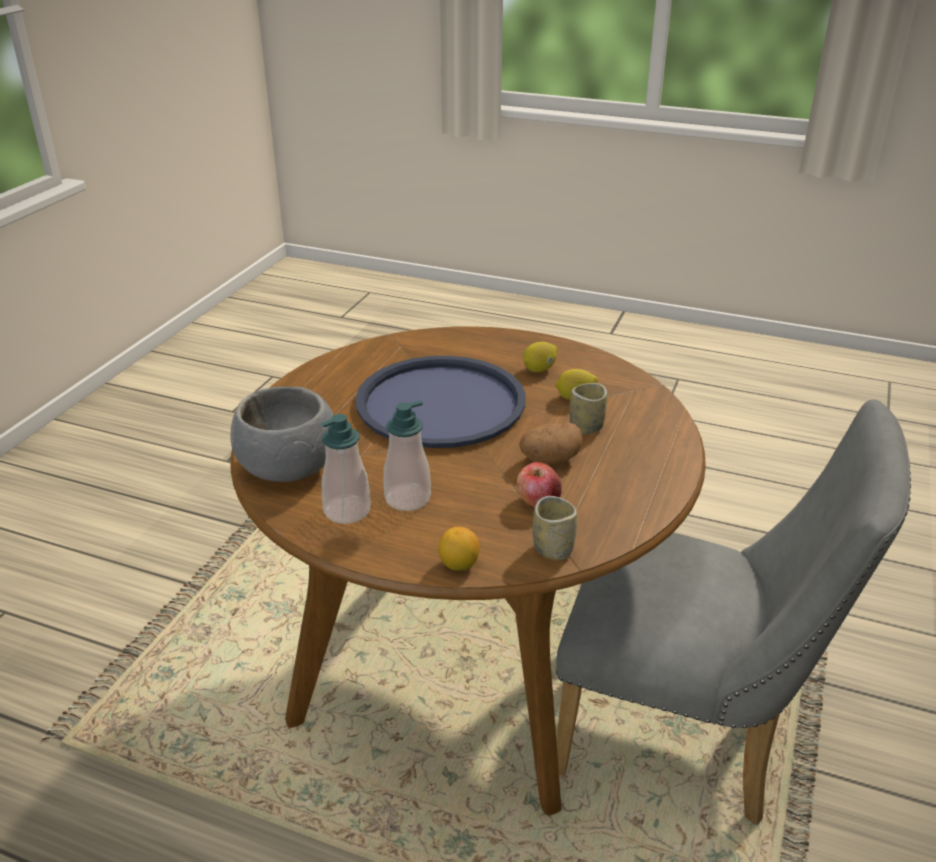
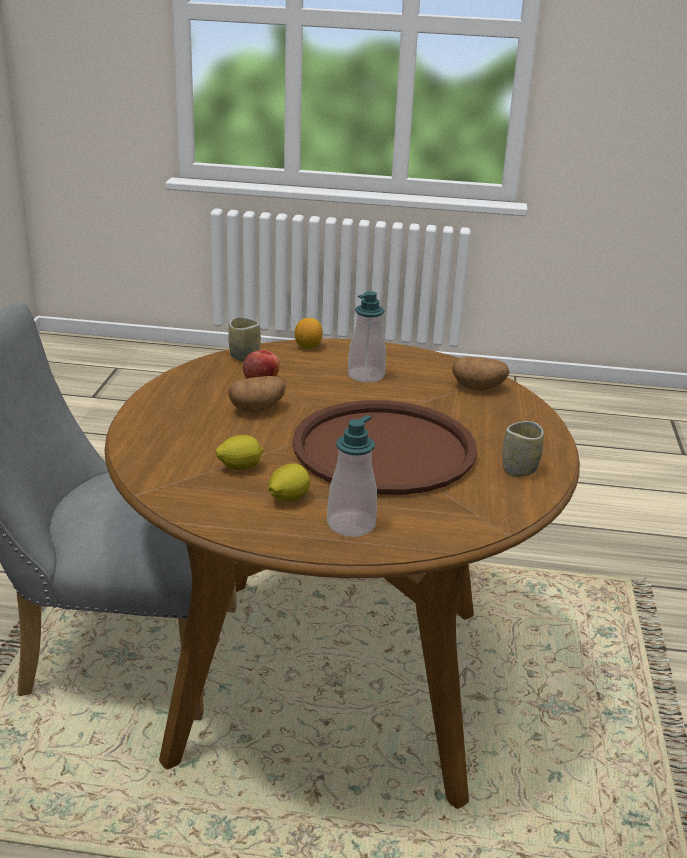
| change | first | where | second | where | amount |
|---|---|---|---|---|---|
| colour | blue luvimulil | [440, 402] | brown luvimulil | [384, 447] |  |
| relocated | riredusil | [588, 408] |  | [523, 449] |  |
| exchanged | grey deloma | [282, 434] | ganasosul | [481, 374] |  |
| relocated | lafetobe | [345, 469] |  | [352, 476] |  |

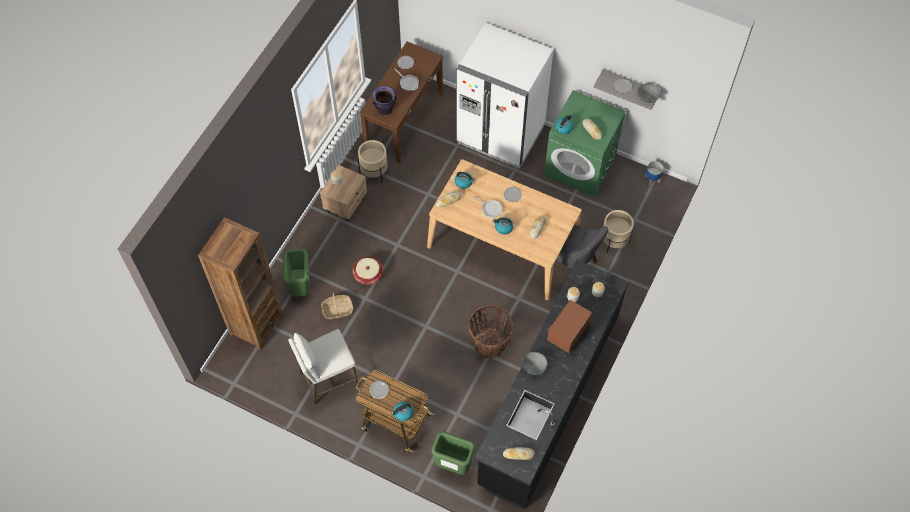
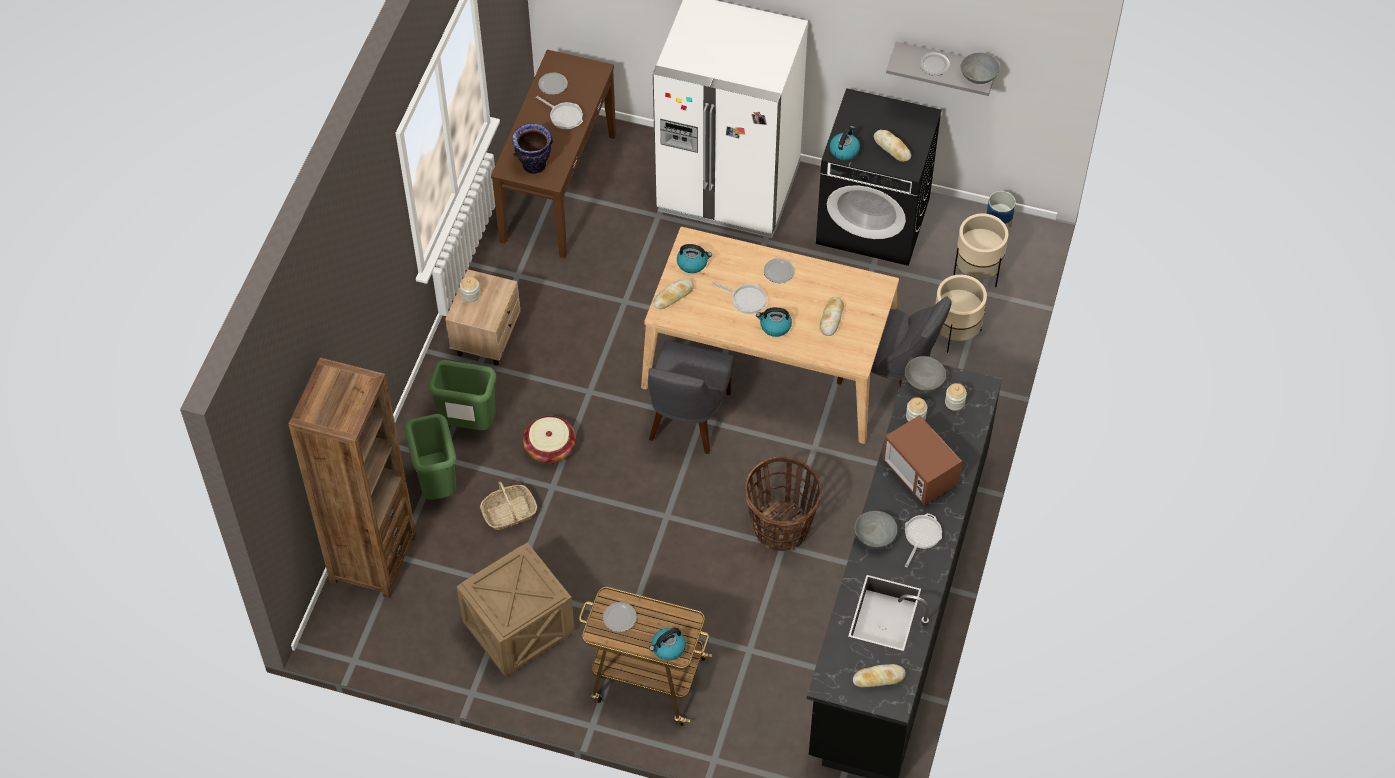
| change | first | where | second | where | amount |
|---|---|---|---|---|---|
| colour | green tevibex | [585, 143] | black tevibex | [879, 177] |  |
| relocated | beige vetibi | [373, 161] |  | [980, 250] |  |
| spun | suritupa | [569, 326] |  | [922, 460] | 60 degrees counterclockwise |
| exchanged | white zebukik | [323, 367] | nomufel | [515, 609] |  |
| relocated | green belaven | [453, 453] |  | [462, 395] |  |
| appeared |  |  | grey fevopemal | [691, 397] |  |
| appeared |  |  | grey deloma | [925, 373] |  |
| appeared |  |  | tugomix | [923, 540] |  |

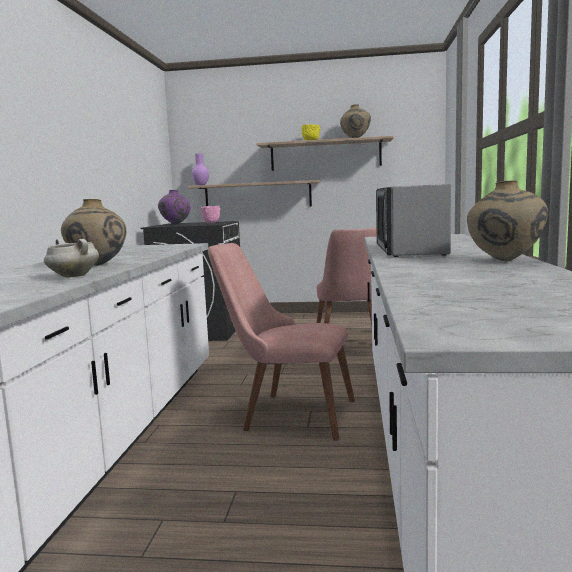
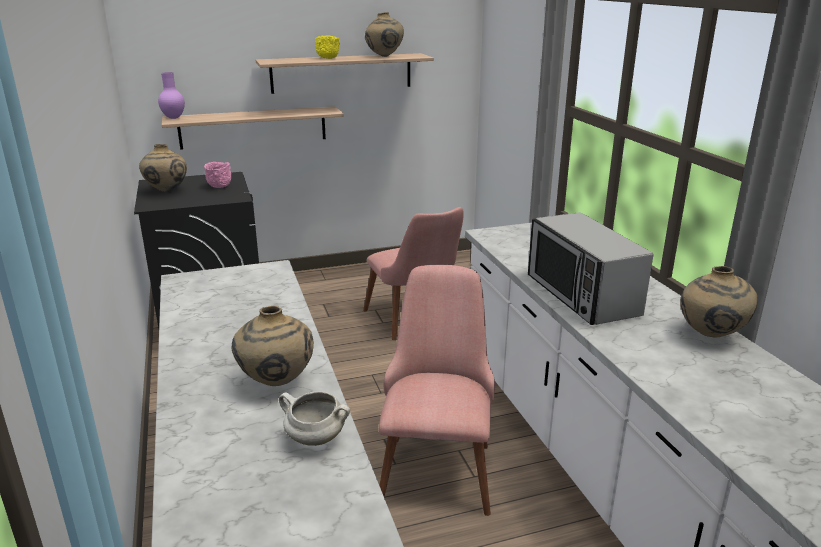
| change | first | where | second | where | amount |
|---|---|---|---|---|---|
| colour | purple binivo | [174, 207] | beige binivo | [163, 168] |  |
| spun | pink fevopemal | [281, 342] |  | [437, 390] | 105 degrees clockwise |

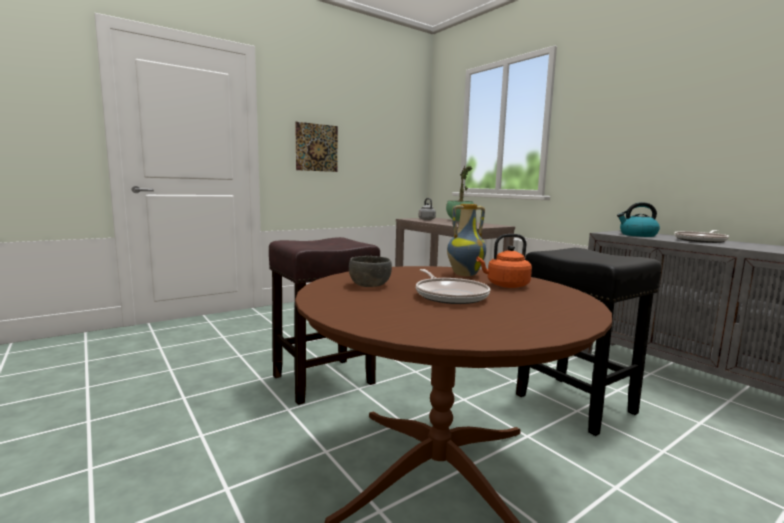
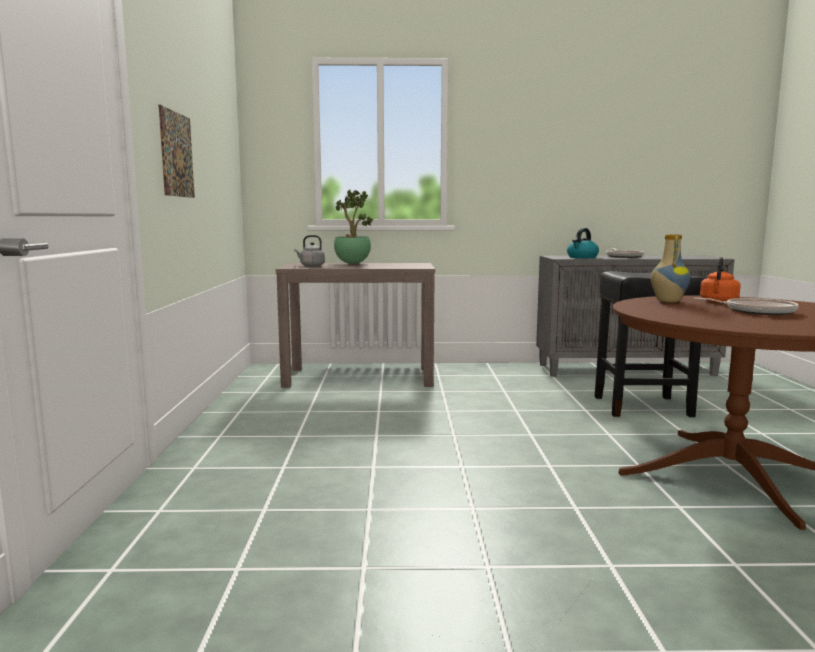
| change | first | where | second | where | amount |
|---|---|---|---|---|---|
| missing | brown zebukik | [324, 321] |  |  |  |
| missing | grey deloma | [370, 271] |  |  |  |

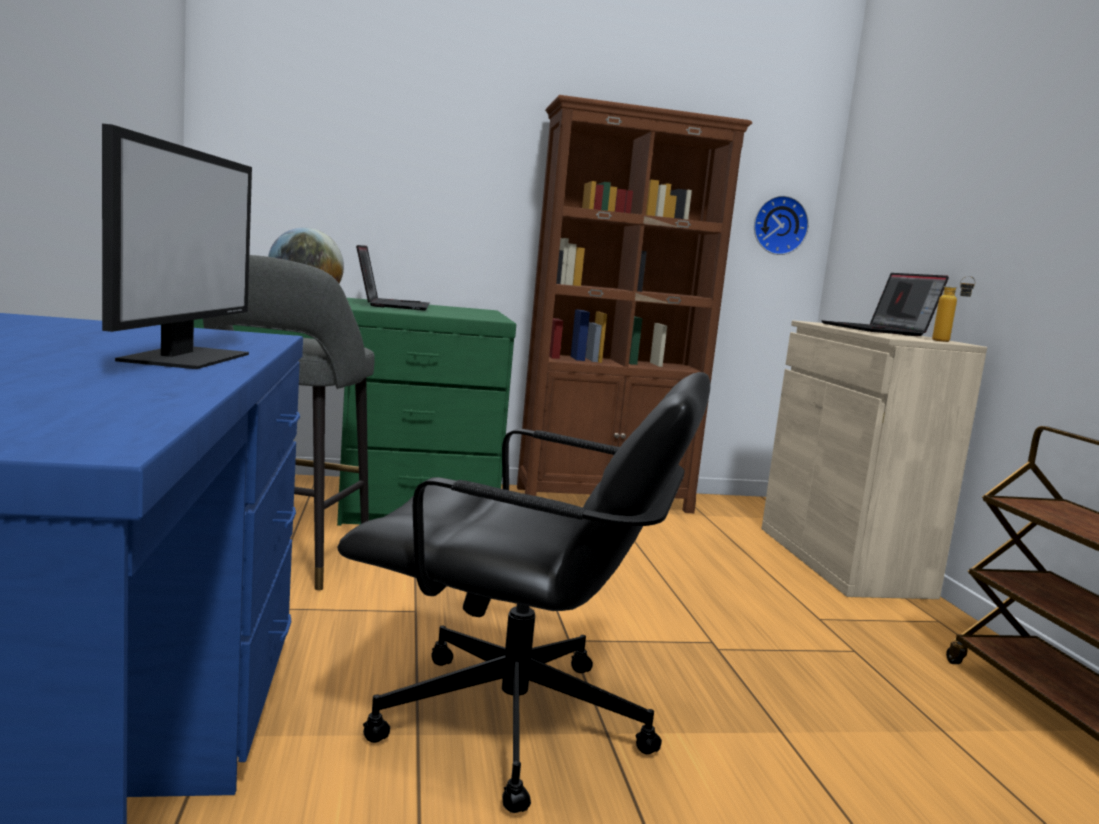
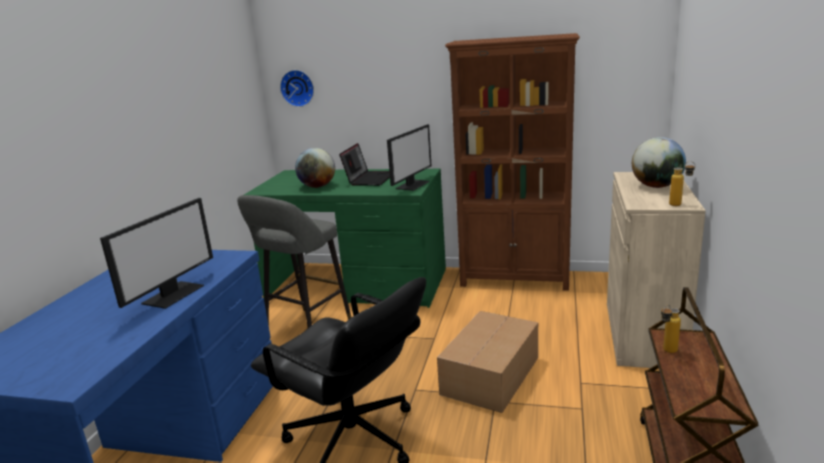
| change | first | where | second | where | amount |
|---|---|---|---|---|---|
| relocated | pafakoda | [781, 225] |  | [297, 88] |  |
| exchanged | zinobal | [885, 304] | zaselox | [659, 162] |  |
| appeared |  |  | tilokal | [409, 157] |  |
| appeared |  |  | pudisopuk | [671, 329] |  |
| appeared |  |  | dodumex | [487, 362] |  |

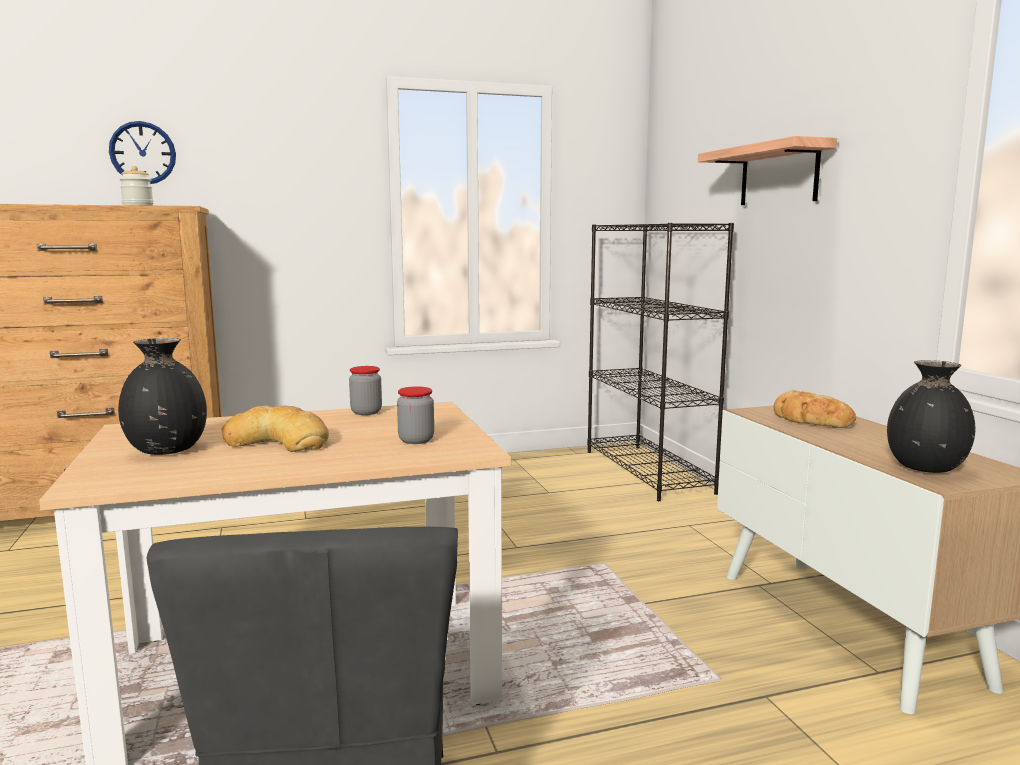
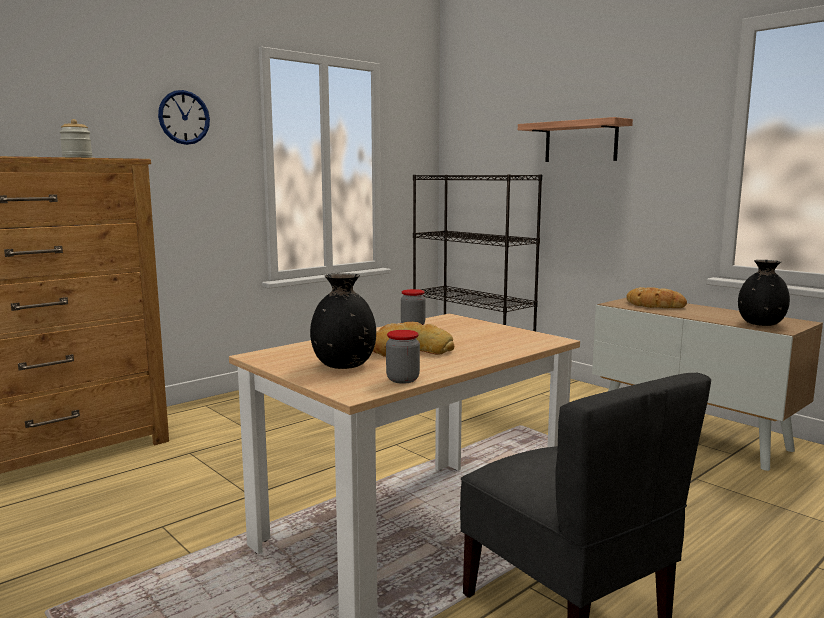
| change | first | where | second | where | amount |
|---|---|---|---|---|---|
| relocated | pafakoda | [142, 152] |  | [184, 117] |  |
| relocated | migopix | [415, 415] |  | [403, 357] |  |

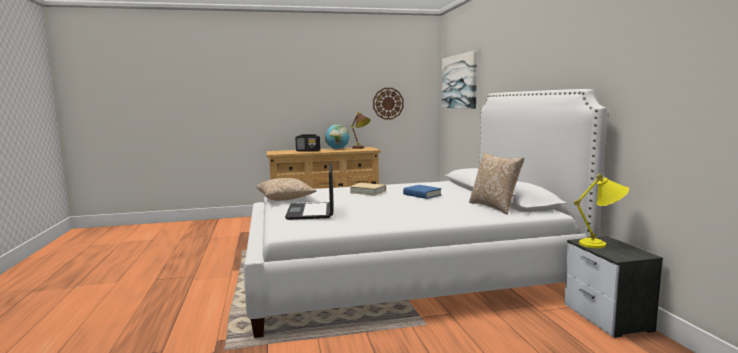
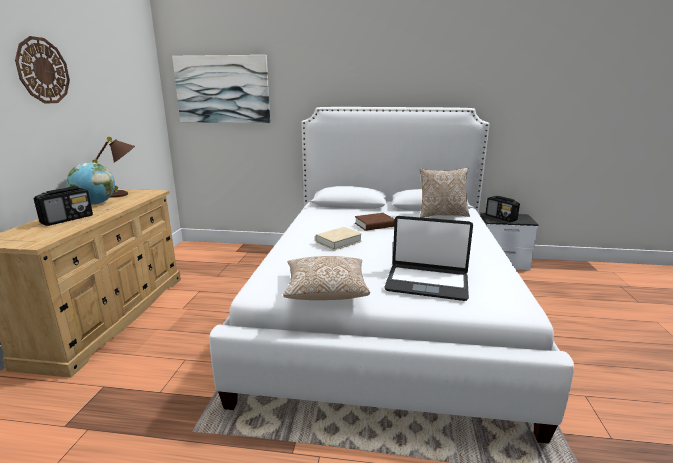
| change | first | where | second | where | amount |
|---|---|---|---|---|---|
| relocated | pafakoda | [388, 104] |  | [42, 70] |  |
| exchanged | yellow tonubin | [601, 211] | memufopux | [502, 209] |  |
| colour | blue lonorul | [422, 192] | brown lonorul | [375, 222] |  |

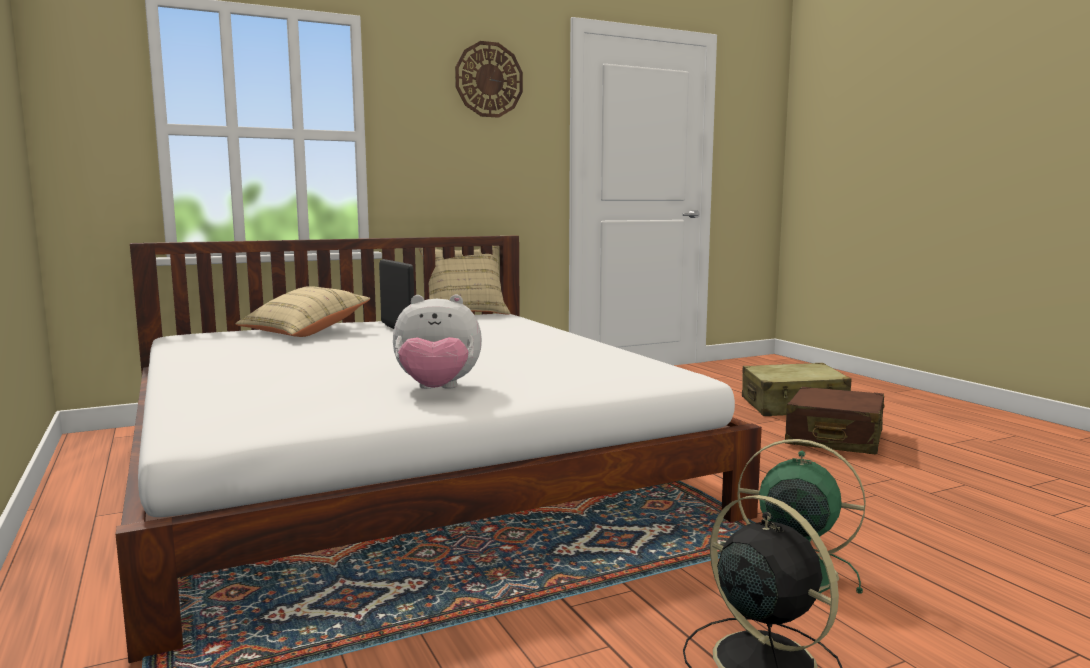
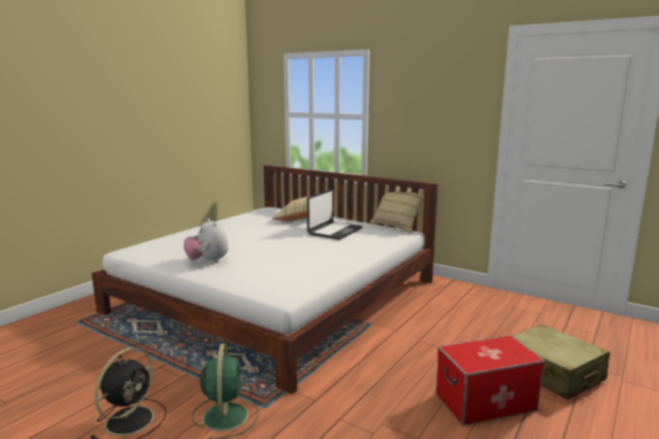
| change | first | where | second | where | amount |
|---|---|---|---|---|---|
| missing | pafakoda | [489, 79] |  |  |  |
| exchanged | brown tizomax | [835, 420] | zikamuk | [490, 380] |  |

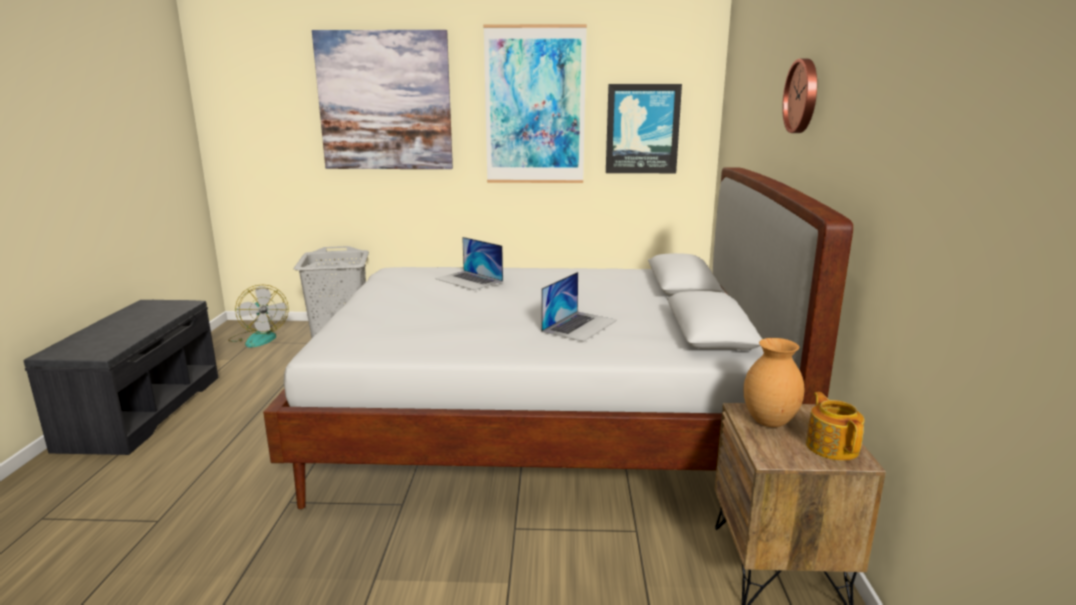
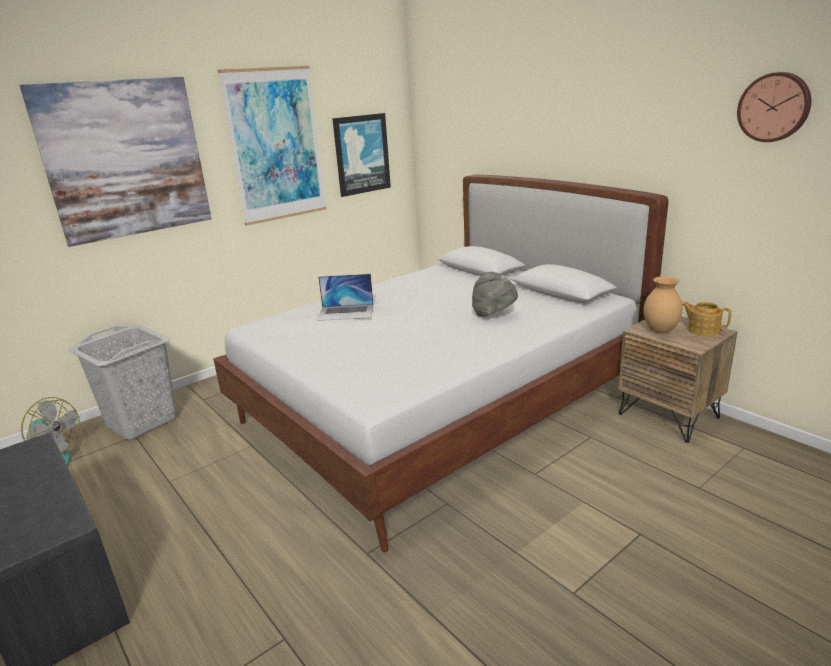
| change | first | where | second | where | amount |
|---|---|---|---|---|---|
| relocated | pafakoda | [799, 96] |  | [774, 107] |  |
| exchanged | zinobal | [579, 307] | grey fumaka | [495, 294] |  |

